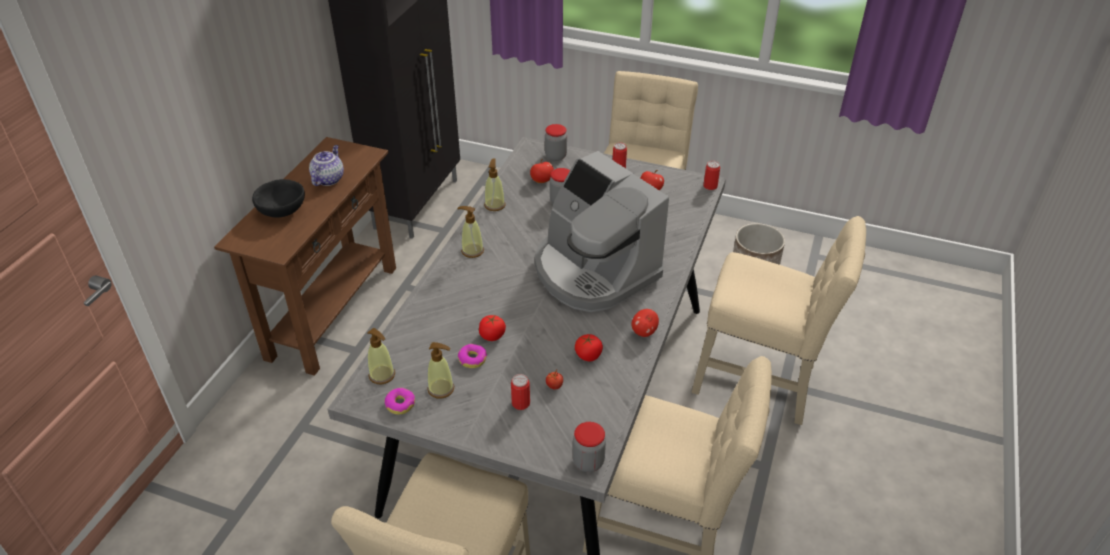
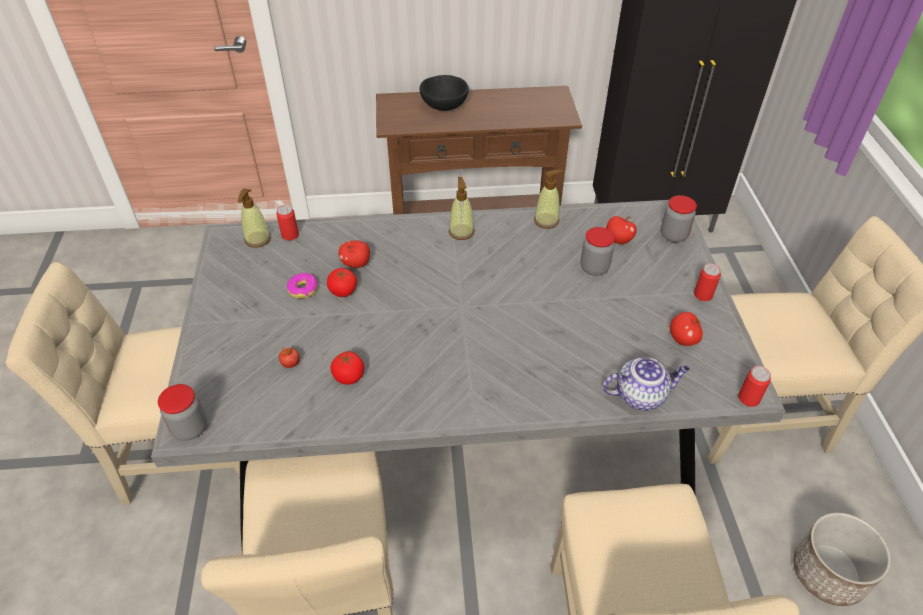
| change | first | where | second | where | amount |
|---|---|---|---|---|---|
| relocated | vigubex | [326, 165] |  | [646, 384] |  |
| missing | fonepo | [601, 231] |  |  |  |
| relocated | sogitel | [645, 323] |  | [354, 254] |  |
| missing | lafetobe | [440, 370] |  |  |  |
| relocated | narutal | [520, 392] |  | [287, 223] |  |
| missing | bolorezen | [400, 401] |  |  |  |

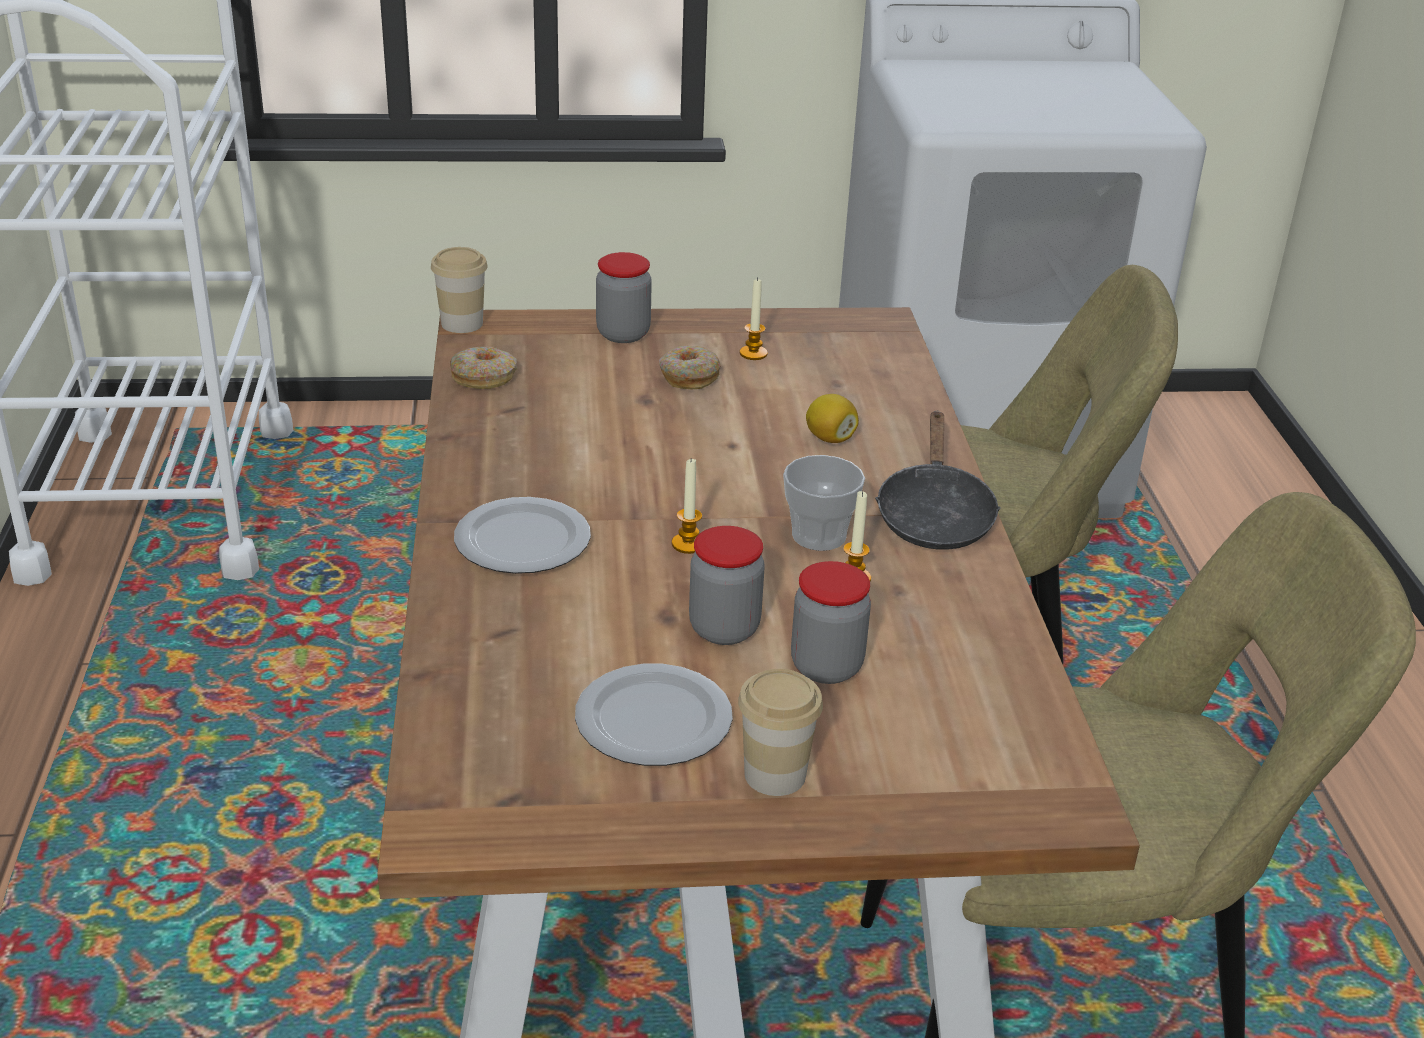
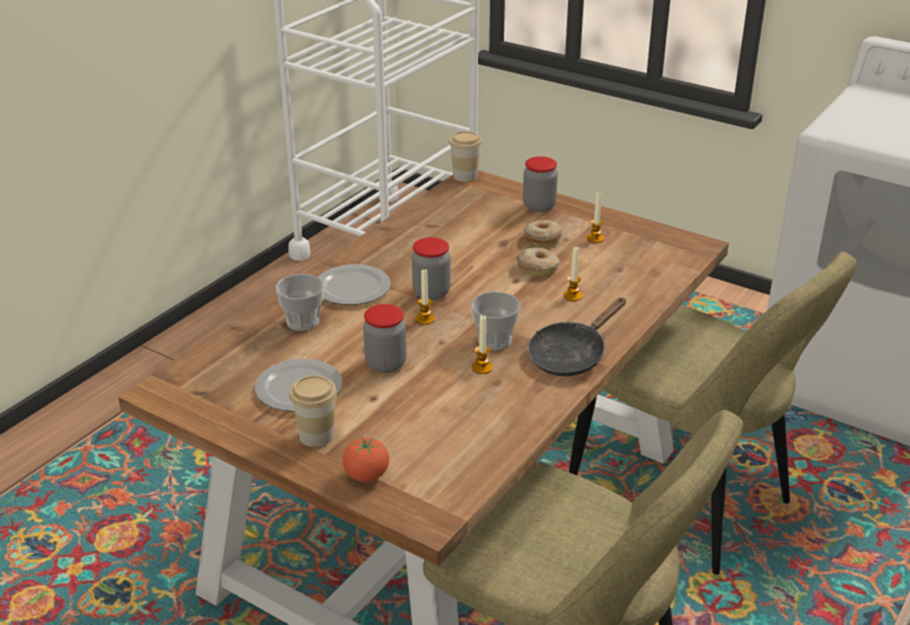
| change | first | where | second | where | amount |
|---|---|---|---|---|---|
| relocated | bolorezen | [483, 368] |  | [537, 262] |  |
| exchanged | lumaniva | [832, 418] | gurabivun | [573, 274] |  |
| relocated | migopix | [831, 622] |  | [431, 268] |  |
| appeared |  |  | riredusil | [299, 302] |  |
| appeared |  |  | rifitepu | [366, 459] |  |

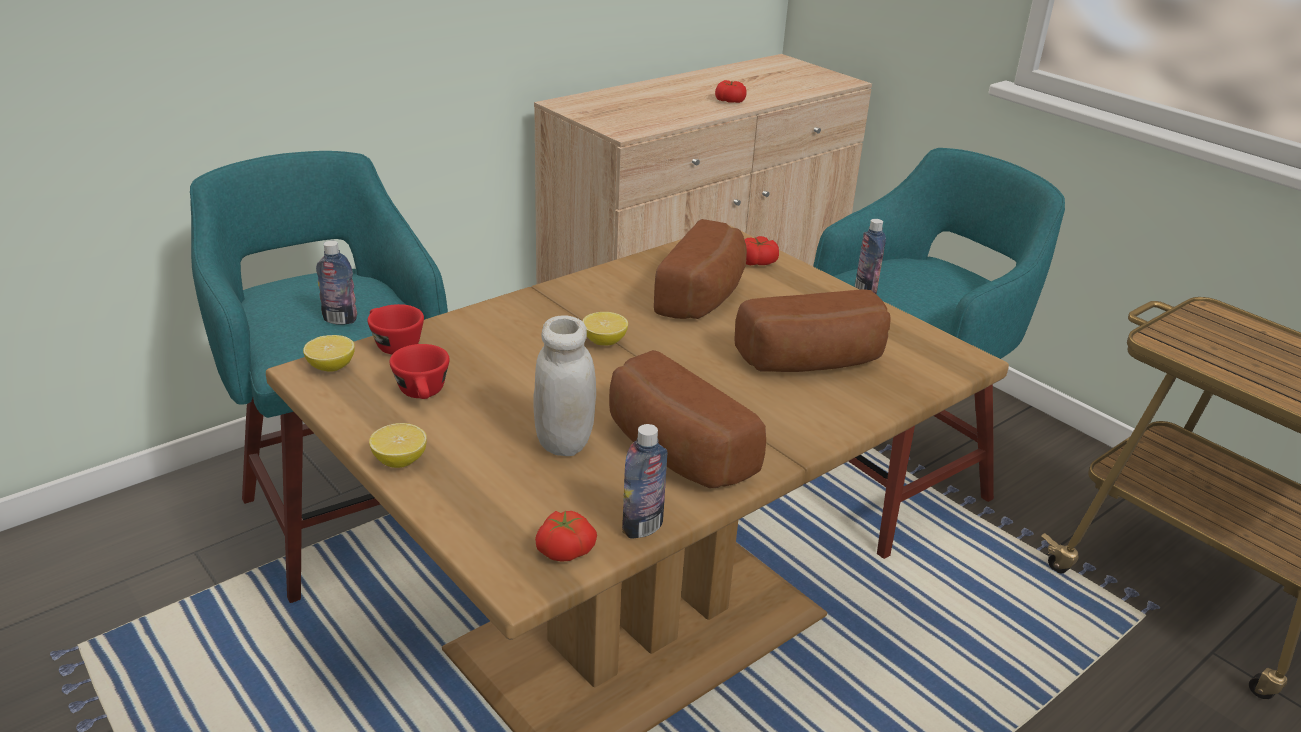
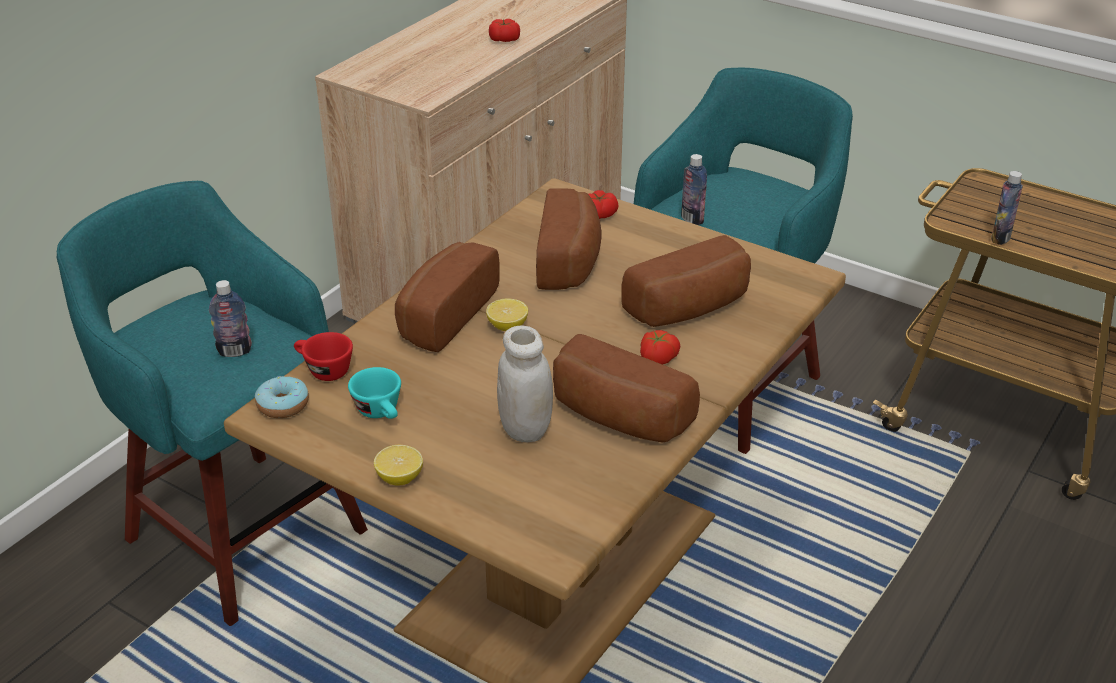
| change | first | where | second | where | amount |
|---|---|---|---|---|---|
| exchanged | lumaniva | [329, 353] | bolorezen | [282, 397] |  |
| colour | red riredusil | [420, 371] | turquoise riredusil | [374, 393] |  |
| relocated | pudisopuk | [645, 481] |  | [1007, 208] |  |
| relocated | rifitepu | [566, 536] |  | [660, 347] |  |
| appeared |  |  | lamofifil | [447, 297] |  |

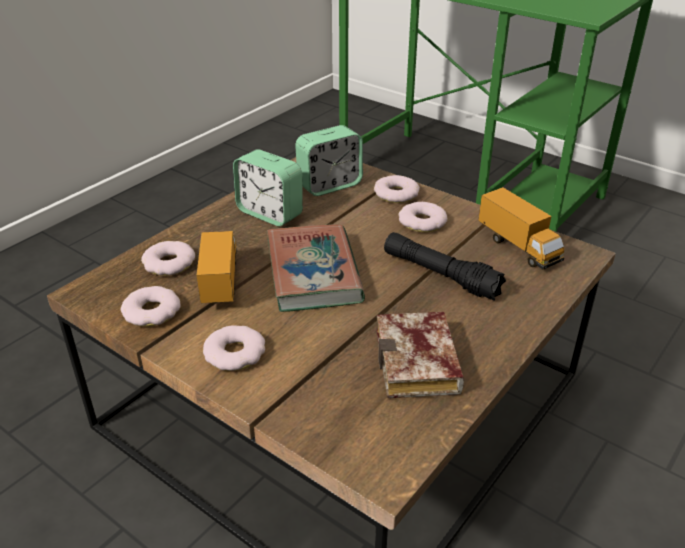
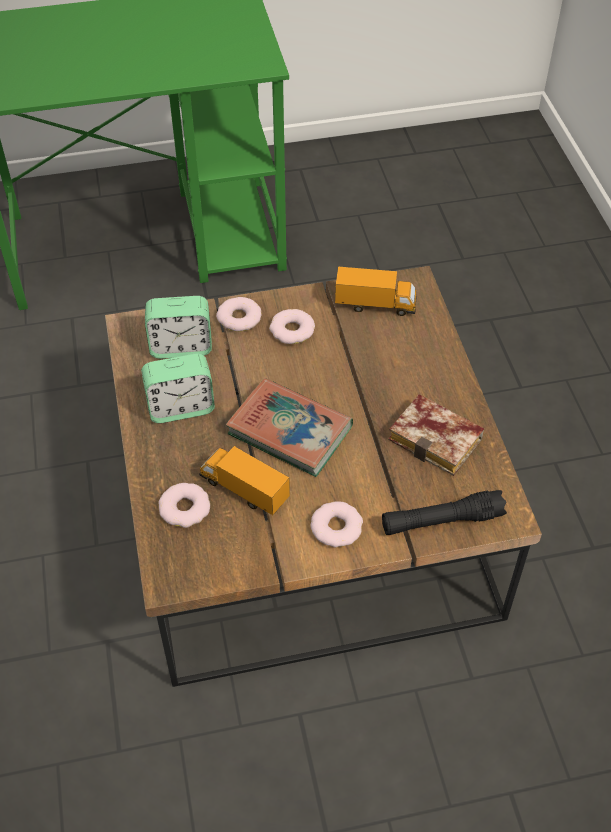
| change | first | where | second | where | amount |
|---|---|---|---|---|---|
| spun | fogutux | [329, 160] |  | [178, 327] | 75 degrees clockwise |
| relocated | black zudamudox | [445, 266] |  | [444, 512] |  |
| missing | bolorezen | [151, 306] |  |  |  |

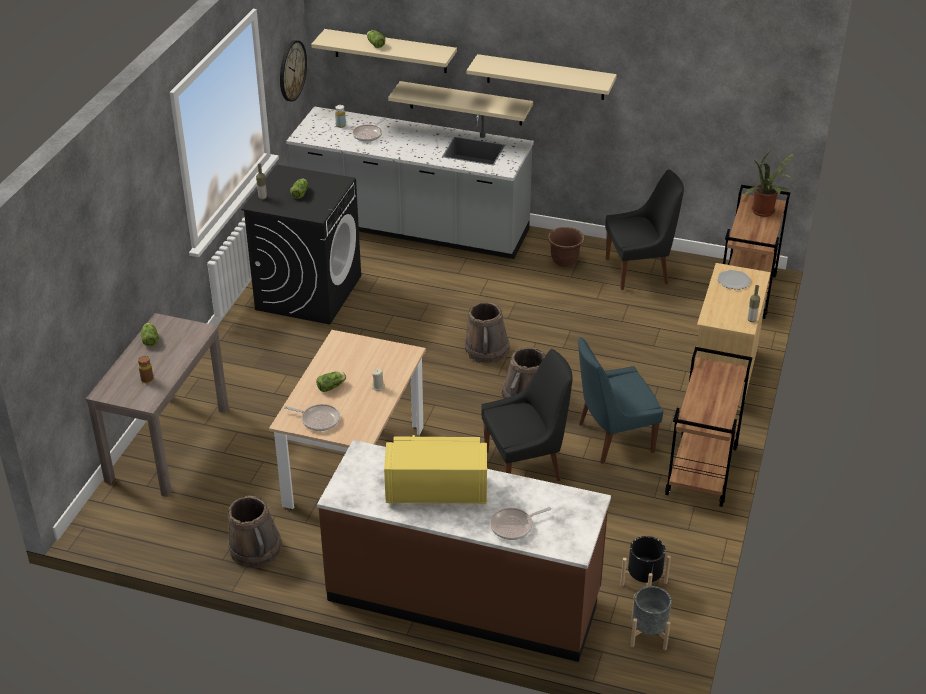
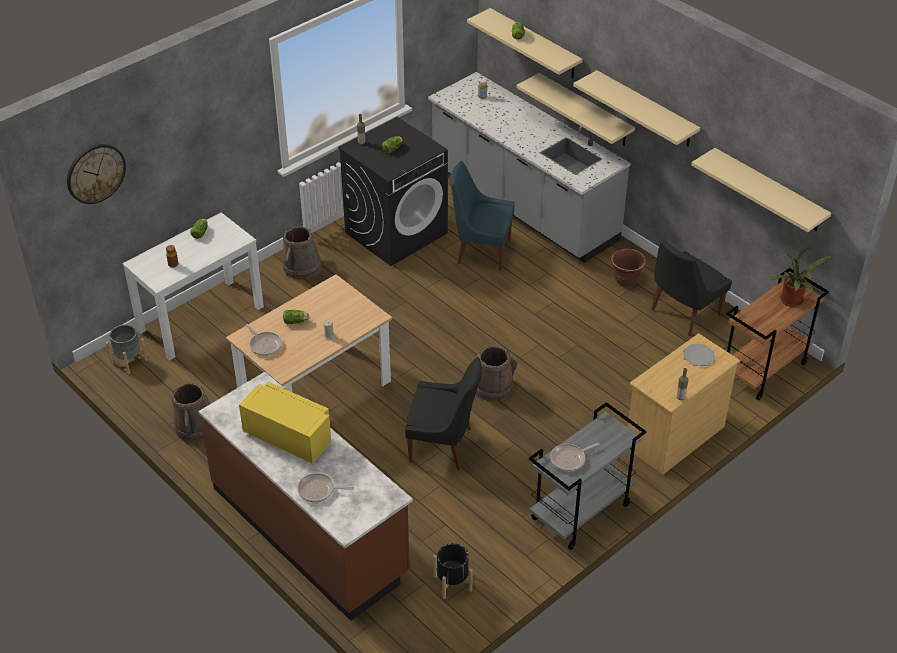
| change | first | where | second | where | amount |
|---|---|---|---|---|---|
| relocated | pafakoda | [293, 71] |  | [96, 174] |  |
| relocated | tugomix | [369, 130] |  | [574, 456] |  |
| spun | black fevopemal | [644, 229] |  | [691, 288] | 120 degrees clockwise |
| relocated | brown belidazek | [487, 332] |  | [302, 253] |  |
| colour | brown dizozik | [157, 405] | white dizozik | [193, 286] |  |
| relocated | blue fevopemal | [620, 400] |  | [482, 216] |  |
| colour | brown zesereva | [709, 427] | grey zesereva | [588, 476] |  |
| relocated | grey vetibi | [651, 618] |  | [127, 349] |  |
| appeared |  |  | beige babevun | [761, 190] |  |

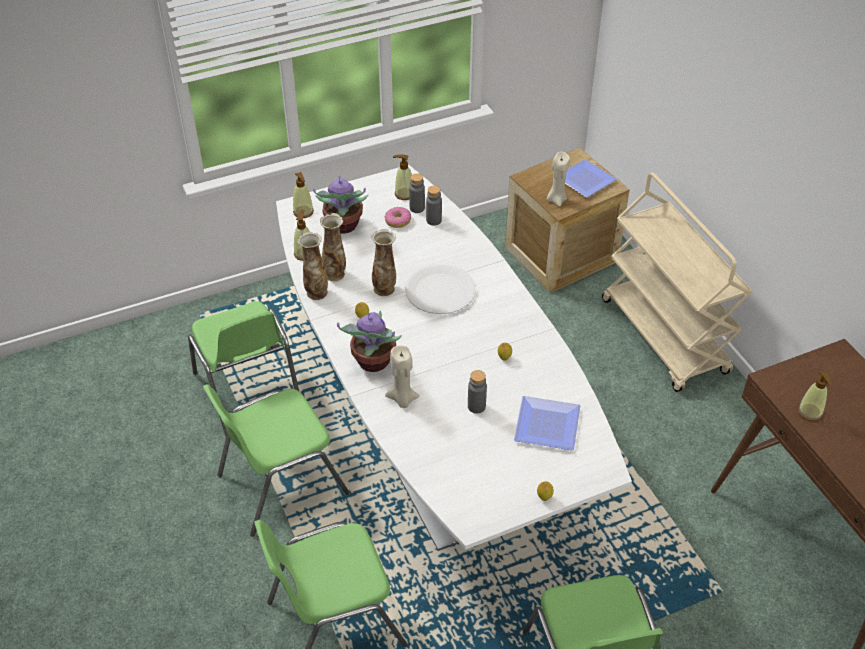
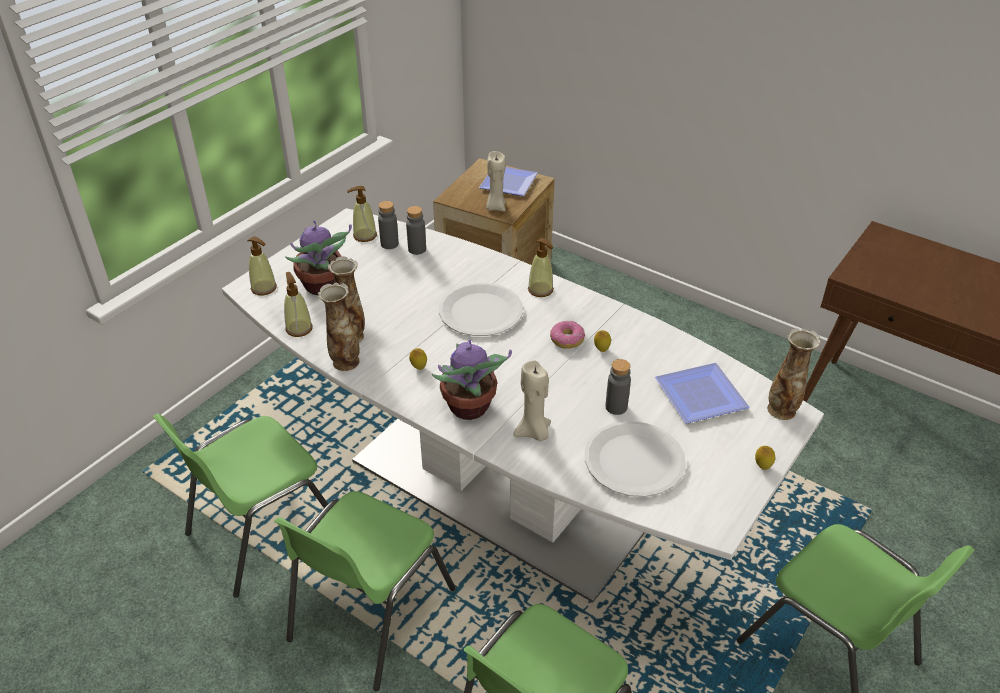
| change | first | where | second | where | amount |
|---|---|---|---|---|---|
| missing | beige zesereva | [677, 282] |  |  |  |
| relocated | bolorezen | [398, 217] |  | [567, 335] |  |
| relocated | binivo | [383, 262] |  | [794, 374] |  |
| spun | green fevopemal | [243, 369] |  | [240, 505] | 105 degrees clockwise |
| relocated | lafetobe | [815, 396] |  | [541, 267] |  |
| appeared |  |  | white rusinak | [635, 459] |  |

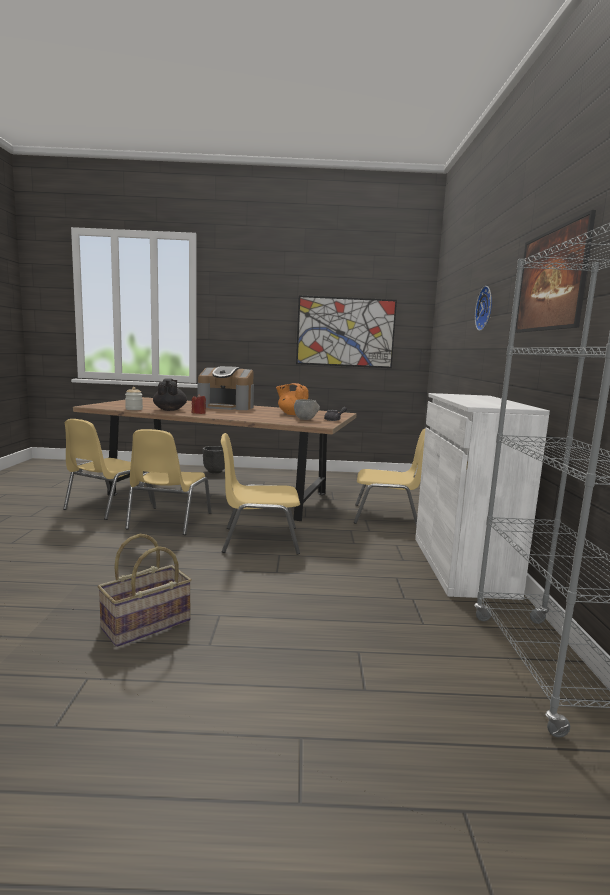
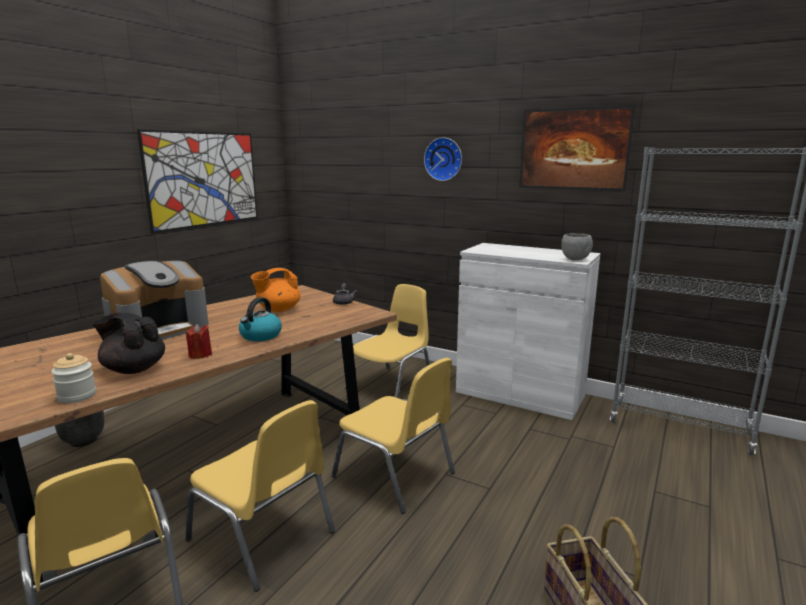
| change | first | where | second | where | amount |
|---|---|---|---|---|---|
| relocated | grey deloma | [307, 409] |  | [577, 247] |  |
| spun | yellow fevopemal | [260, 494] |  | [393, 436] | 75 degrees counterclockwise |
| appeared |  |  | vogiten | [260, 319] |  |

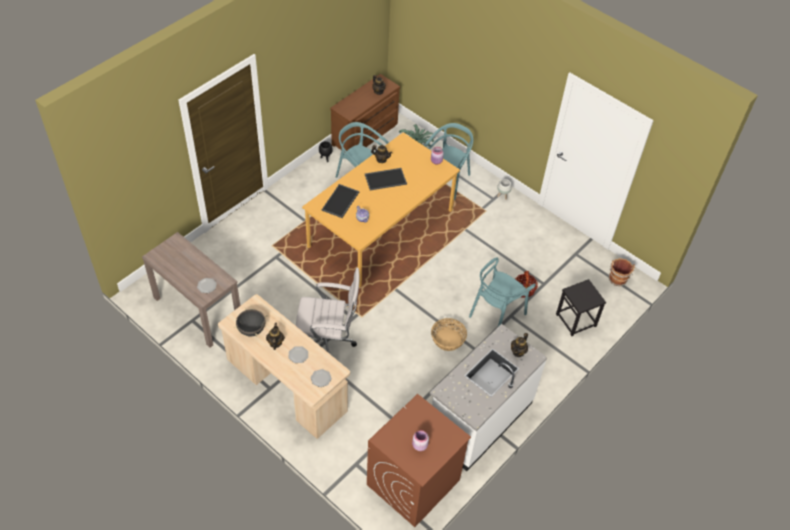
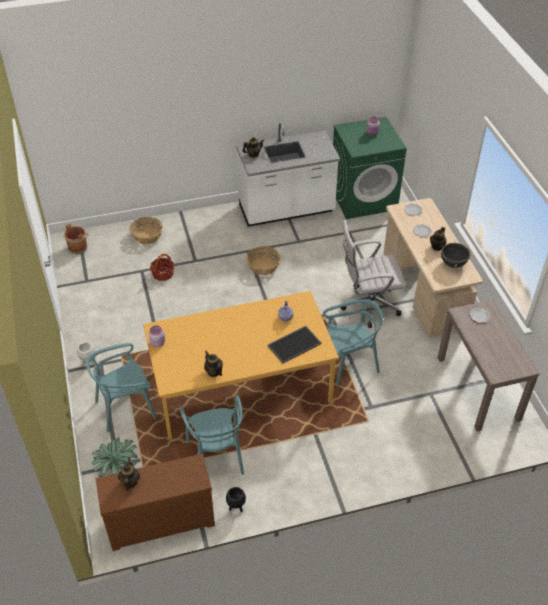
| change | first | where | second | where | amount |
|---|---|---|---|---|---|
| missing | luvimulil | [386, 179] |  |  |  |
| relocated | turquoise fevopemal | [502, 292] |  | [353, 342] |  |
| spun | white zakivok | [328, 311] |  | [373, 273] | 45 degrees counterclockwise |
| exchanged | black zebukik | [581, 307] | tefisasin | [146, 231] |  |
| colour | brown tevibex | [419, 460] | green tevibex | [370, 168] |  |

